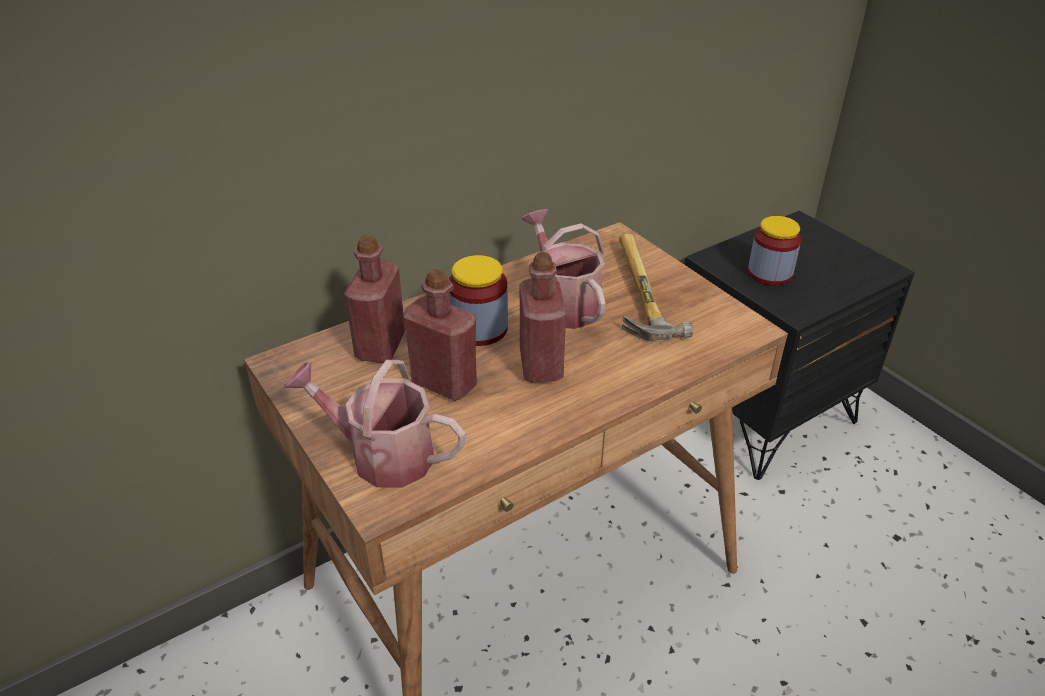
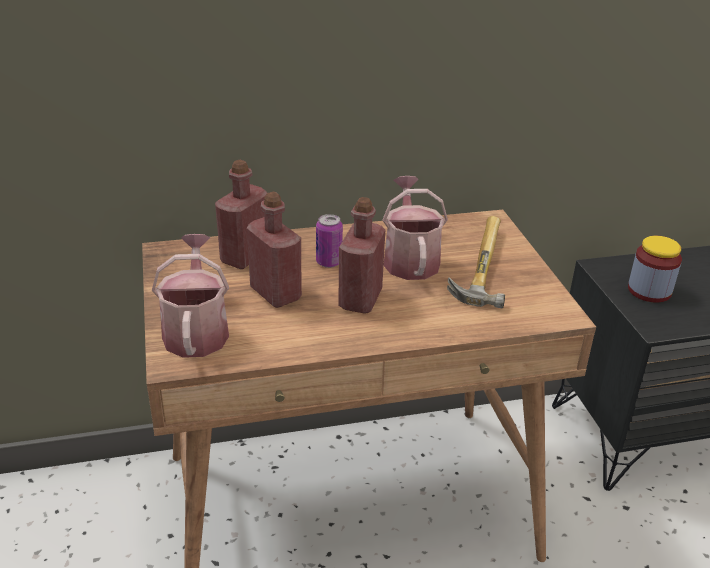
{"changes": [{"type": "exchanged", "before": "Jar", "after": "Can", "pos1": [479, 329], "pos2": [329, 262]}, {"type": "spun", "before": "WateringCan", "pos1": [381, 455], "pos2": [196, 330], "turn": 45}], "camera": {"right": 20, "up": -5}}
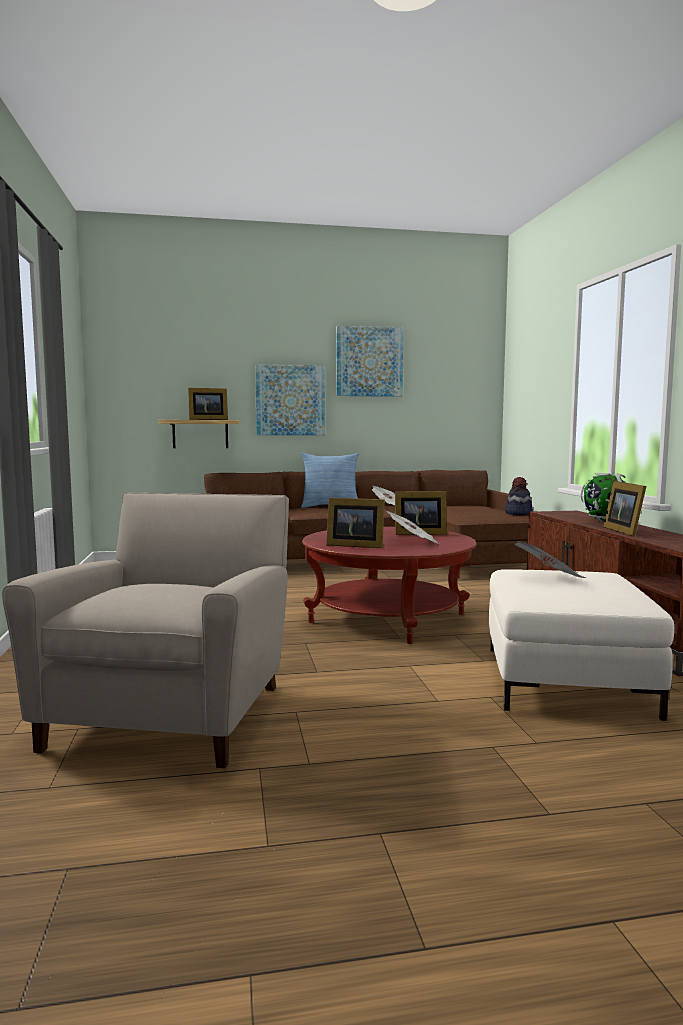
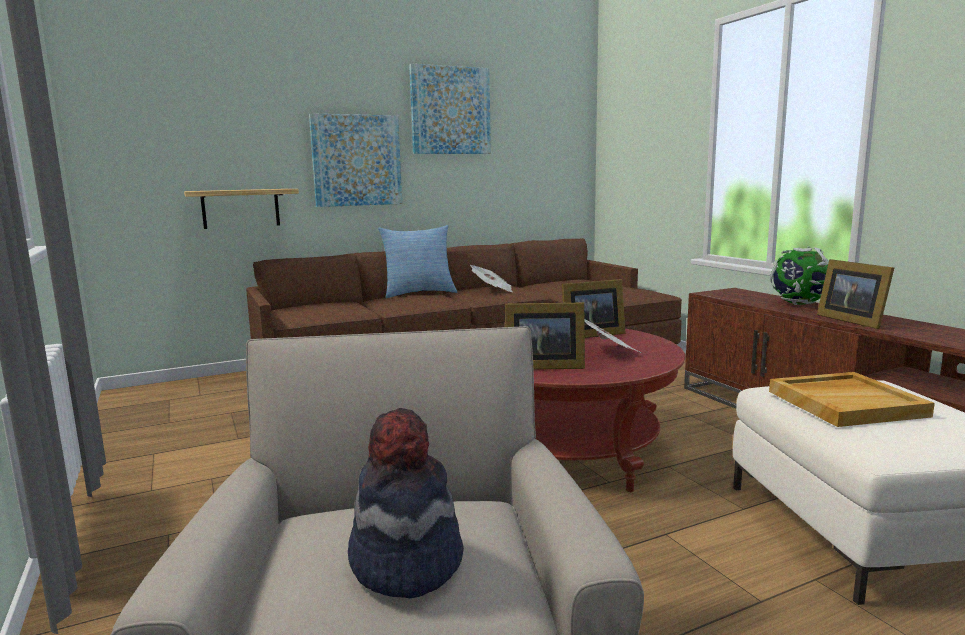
{"changes": [{"type": "missing", "before": "PictureFrame", "pos1": [207, 419]}, {"type": "relocated", "before": "Hat", "pos1": [518, 514], "pos2": [405, 562]}, {"type": "exchanged", "before": "Newspaper", "after": "BeigeTray", "pos1": [549, 578], "pos2": [845, 403]}], "camera": {"right": -15, "up": 5}}
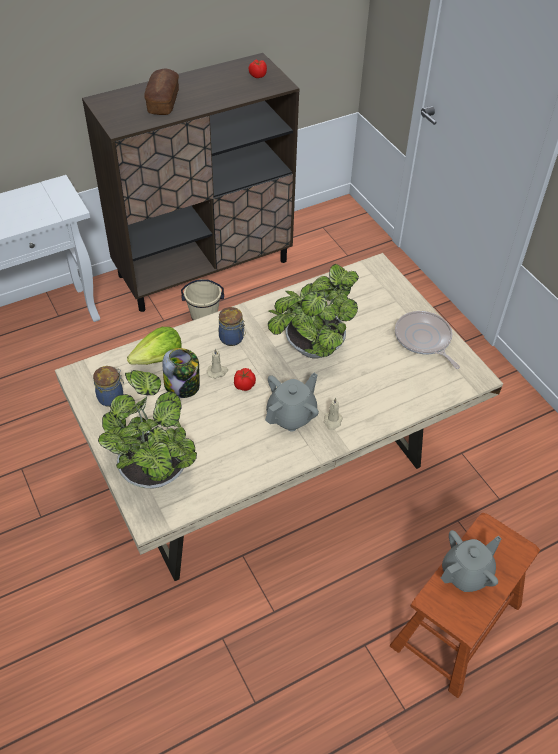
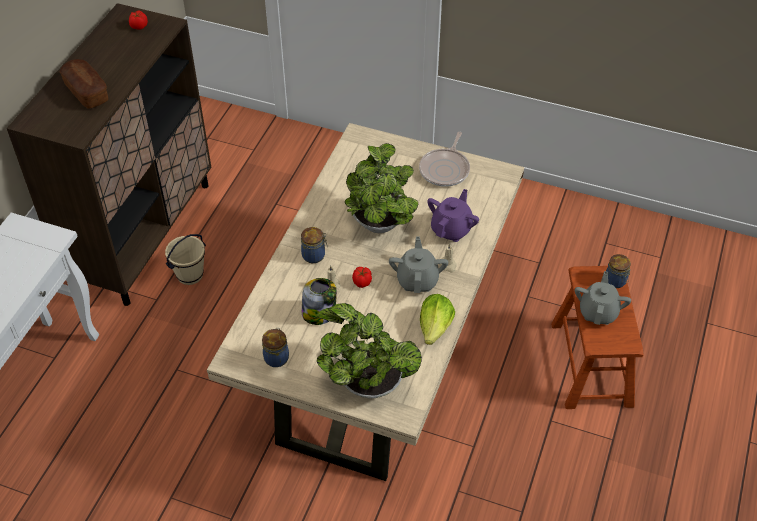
{"changes": [{"type": "spun", "before": "FryingPan", "pos1": [424, 339], "pos2": [445, 169], "turn": -90}, {"type": "relocated", "before": "Lettuce", "pos1": [158, 359], "pos2": [435, 327]}, {"type": "appeared", "after": "PurpleTeapot", "pos2": [451, 229]}, {"type": "appeared", "after": "Jar", "pos2": [615, 281]}], "camera": {"right": -40, "up": 0}}
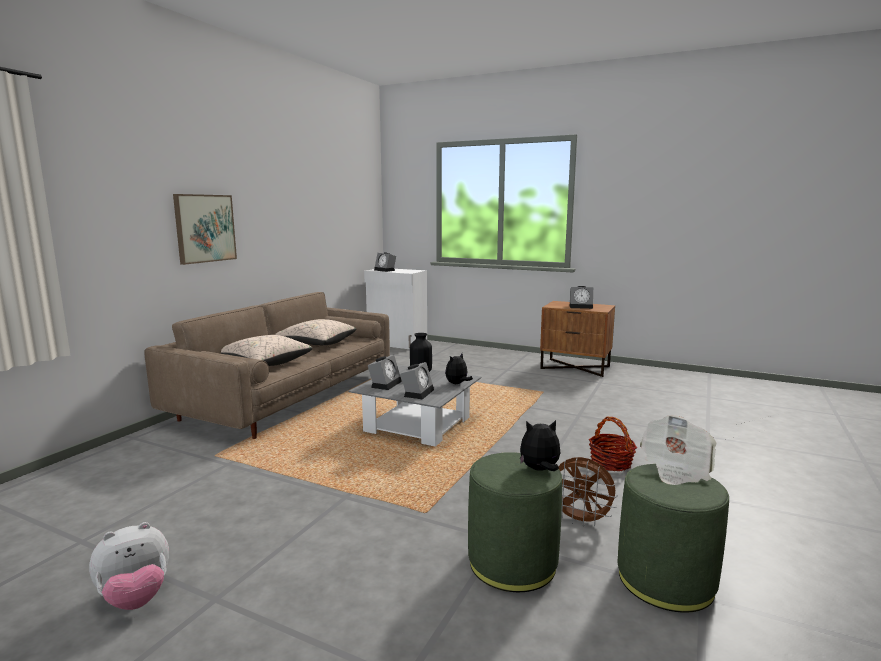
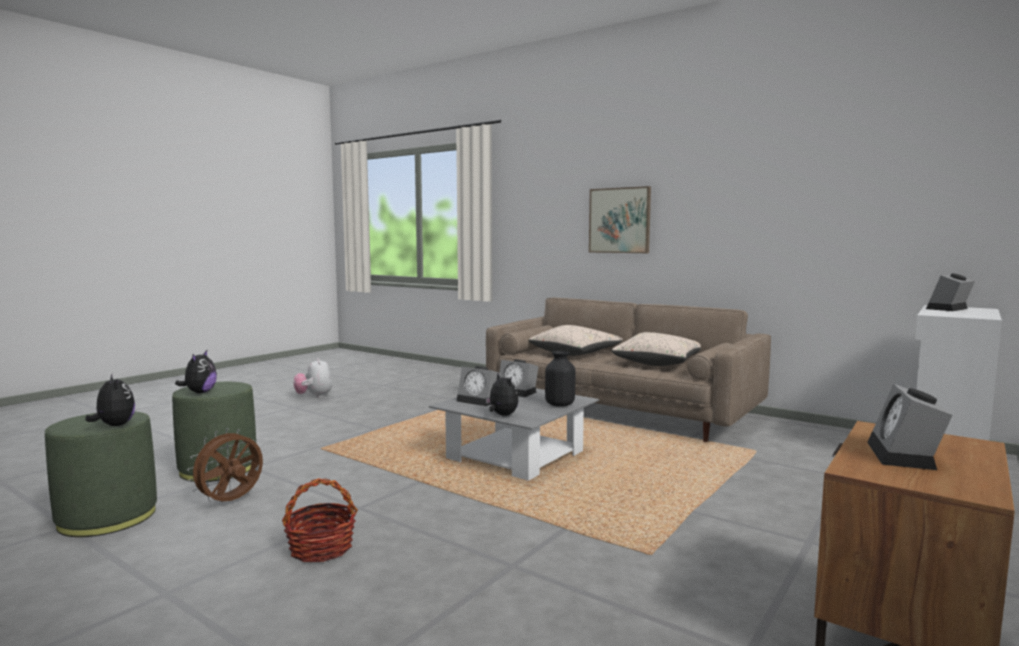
{"changes": [{"type": "exchanged", "before": "Newspaper", "after": "PlushToy", "pos1": [675, 468], "pos2": [114, 425]}], "camera": {"right": 100, "up": -5}}
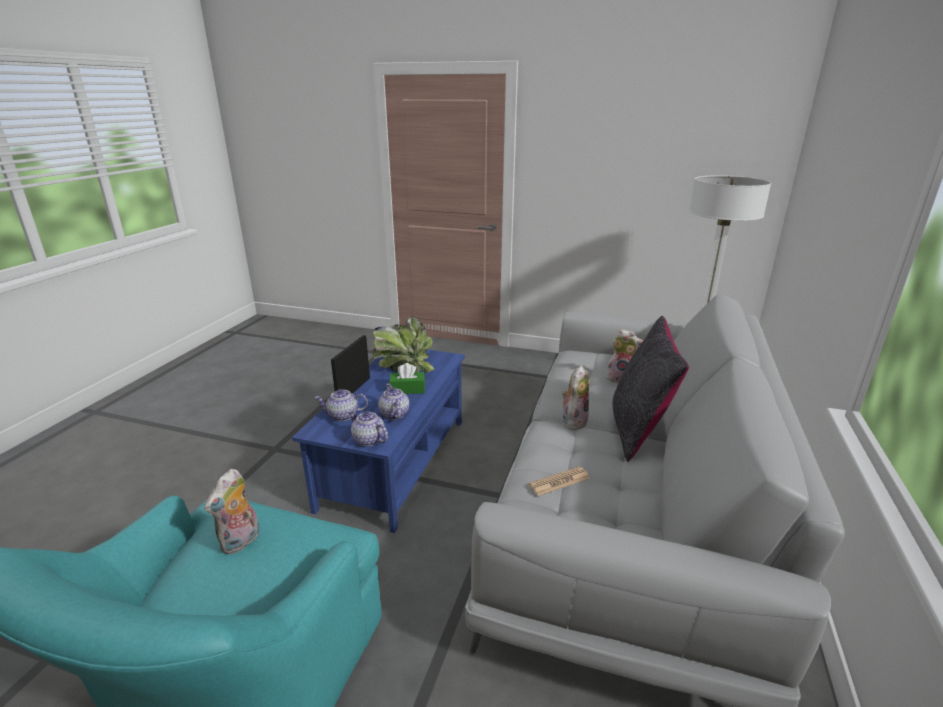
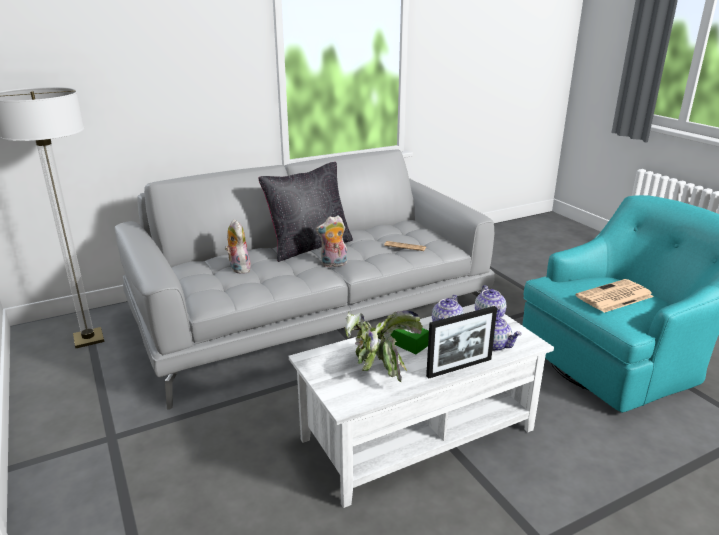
{"changes": [{"type": "colour", "before": "BlueCoffeeTable", "after": "WhiteCoffeeTable", "pos1": [395, 463], "pos2": [418, 434]}, {"type": "exchanged", "before": "PlushToy", "after": "Newspaper", "pos1": [241, 542], "pos2": [614, 297]}], "camera": {"right": -135, "up": 0}}
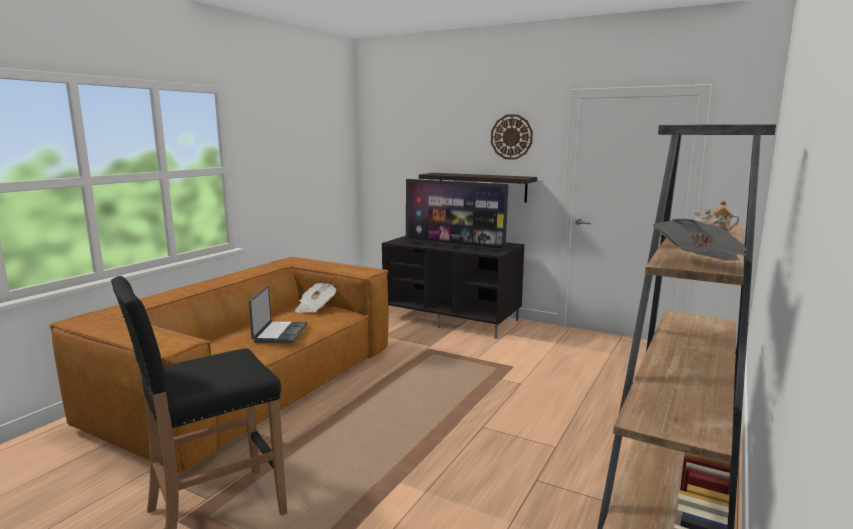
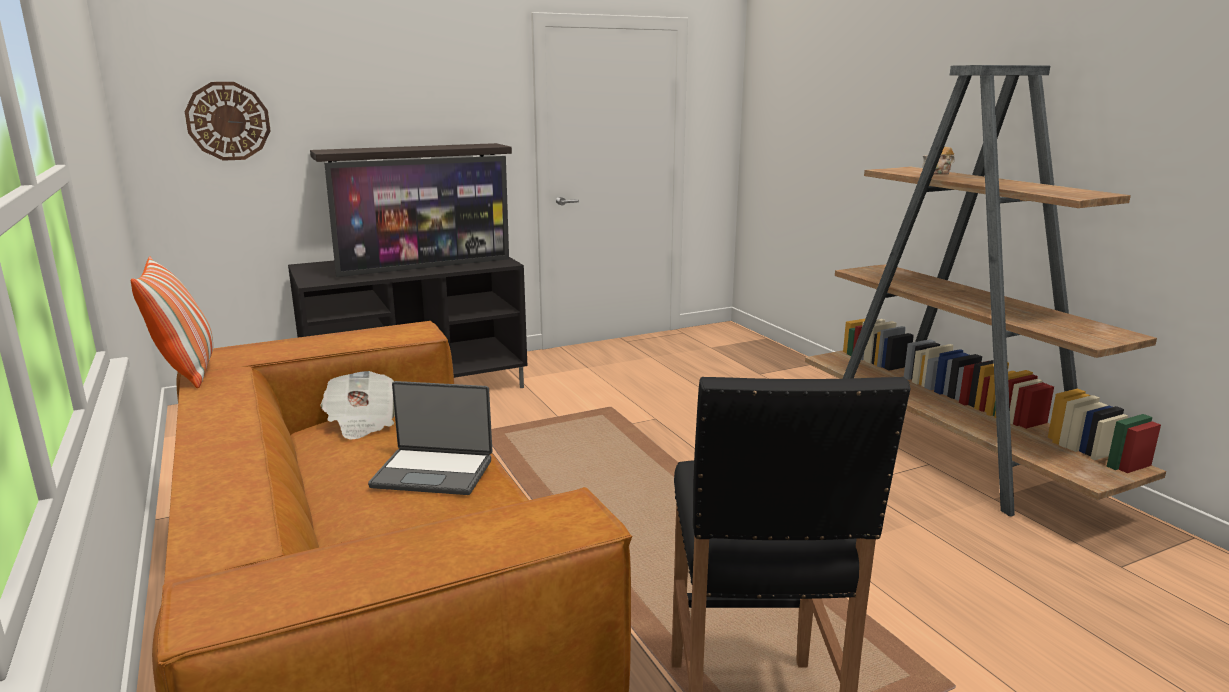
{"changes": [{"type": "relocated", "before": "WallClock", "pos1": [511, 137], "pos2": [228, 121]}, {"type": "missing", "before": "Newspaper", "pos1": [700, 265]}, {"type": "spun", "before": "Laptop", "pos1": [279, 333], "pos2": [434, 472], "turn": 150}, {"type": "appeared", "after": "Pillow", "pos2": [187, 371]}], "camera": {"right": -55, "up": 5}}
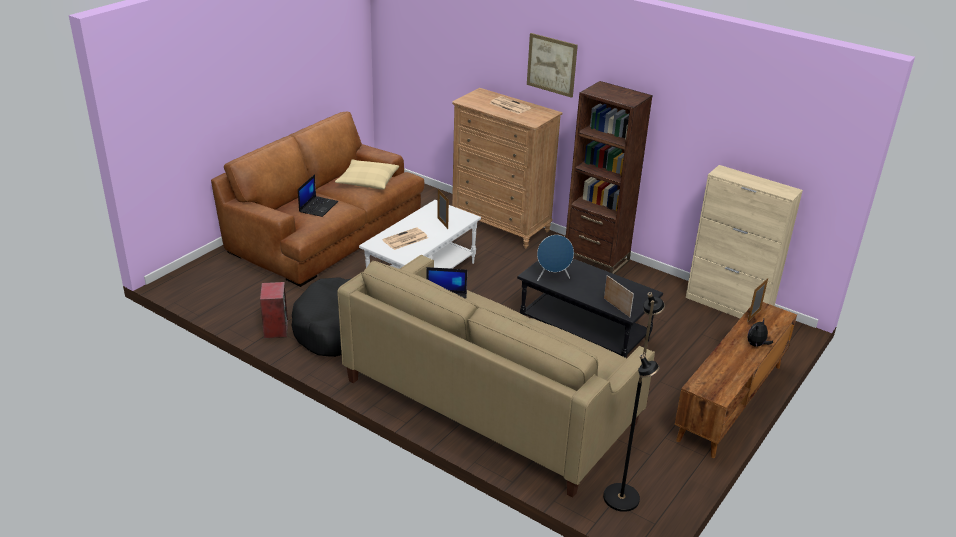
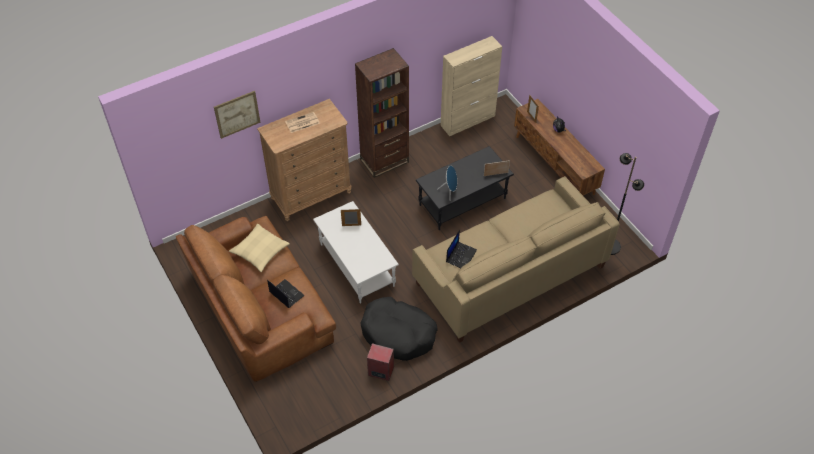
{"changes": [{"type": "relocated", "before": "Picture", "pos1": [551, 65], "pos2": [237, 114]}, {"type": "missing", "before": "Newspaper", "pos1": [405, 239]}], "camera": {"right": -65, "up": 20}}
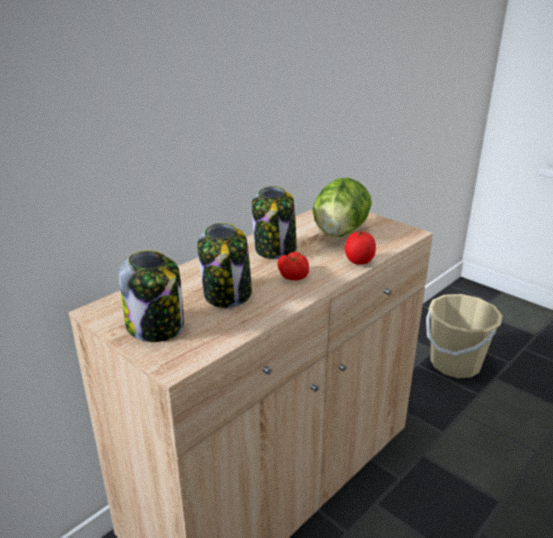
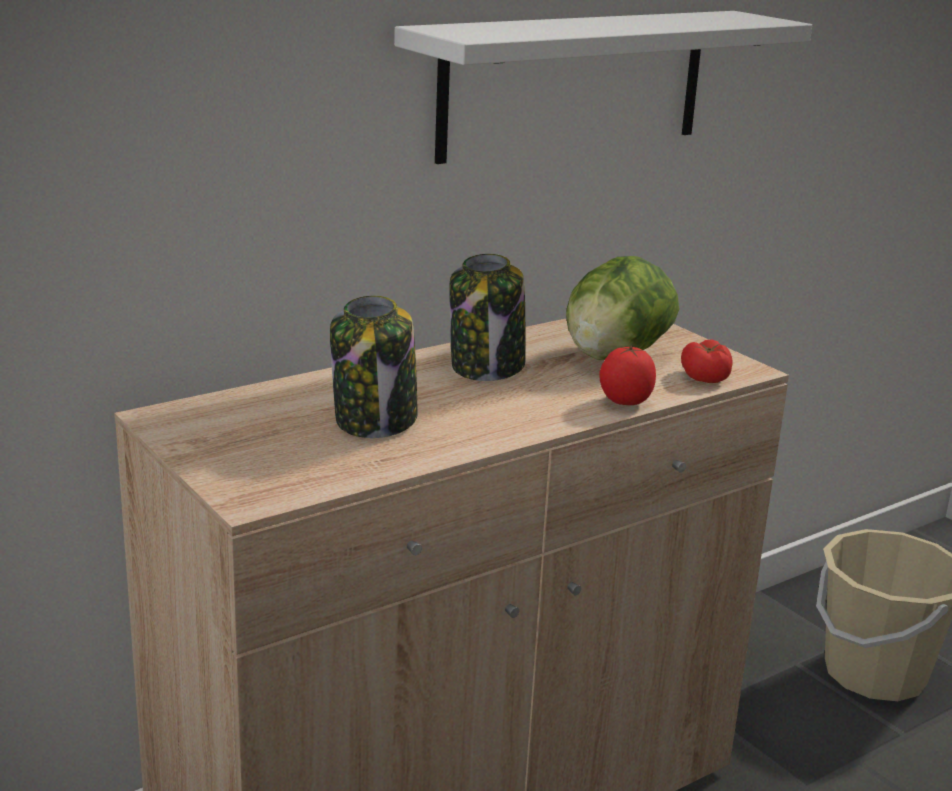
{"changes": [{"type": "missing", "before": "Jar", "pos1": [156, 327]}, {"type": "relocated", "before": "Tomato", "pos1": [293, 275], "pos2": [705, 376]}, {"type": "appeared", "after": "WhiteShelf", "pos2": [575, 83]}], "camera": {"right": 10, "up": -5}}
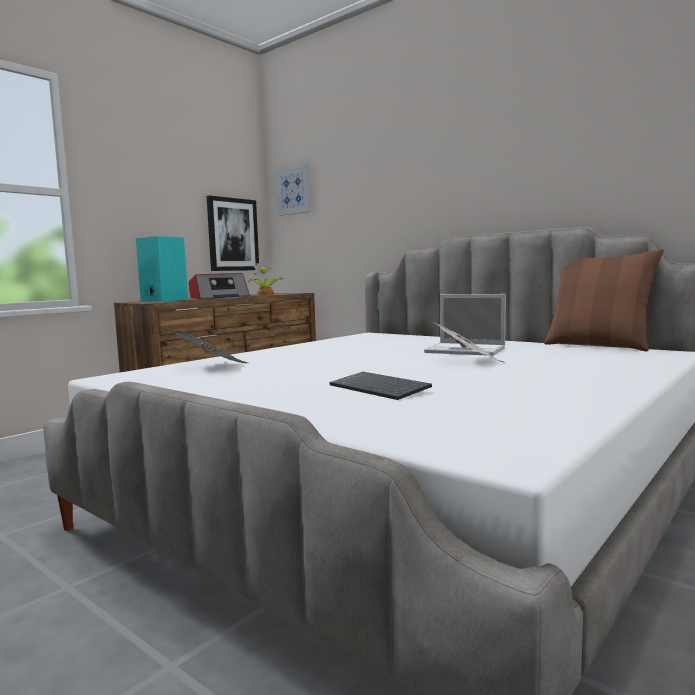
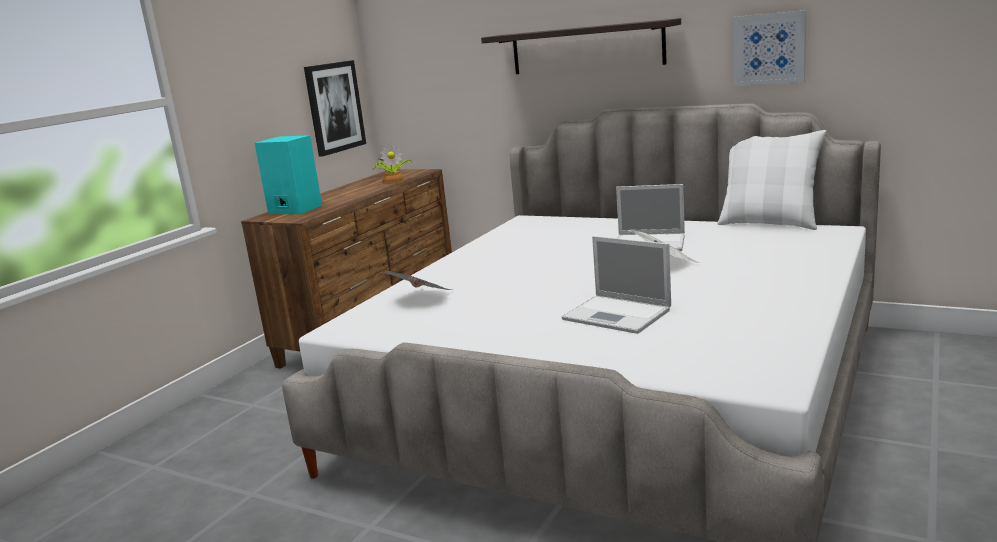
{"changes": [{"type": "relocated", "before": "Picture", "pos1": [294, 190], "pos2": [769, 49]}, {"type": "colour", "before": "BrownPillow", "after": "WhitePillow", "pos1": [598, 346], "pos2": [769, 223]}, {"type": "missing", "before": "Radio", "pos1": [218, 297]}, {"type": "exchanged", "before": "Keyboard", "after": "Laptop", "pos1": [381, 388], "pos2": [618, 315]}, {"type": "appeared", "after": "Shelf", "pos2": [586, 48]}], "camera": {"right": -10, "up": 10}}
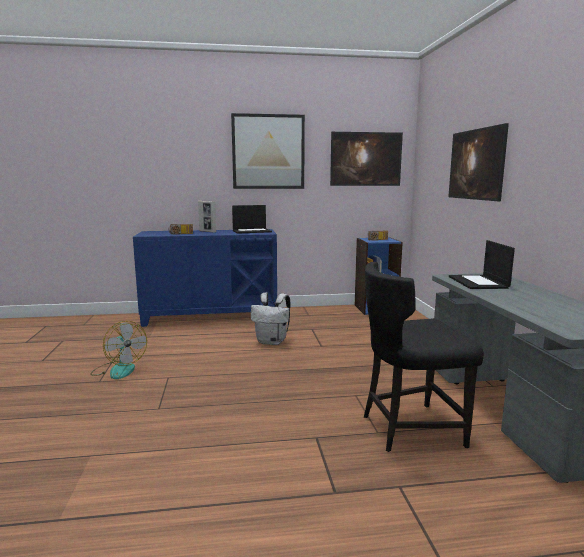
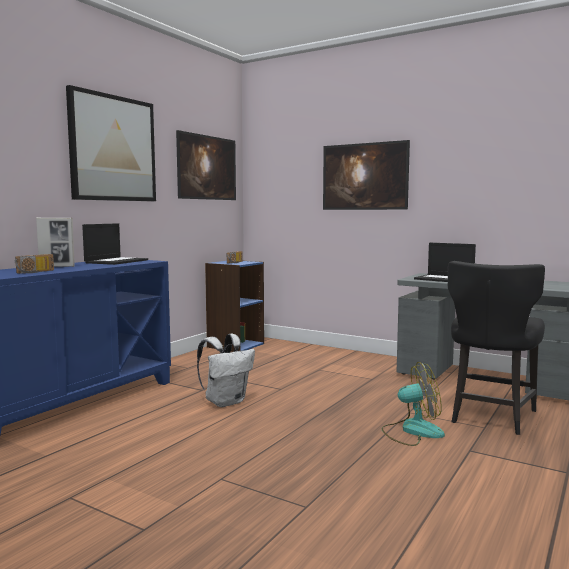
{"changes": [{"type": "relocated", "before": "Fan", "pos1": [119, 369], "pos2": [412, 431]}], "camera": {"right": -50, "up": -5}}
